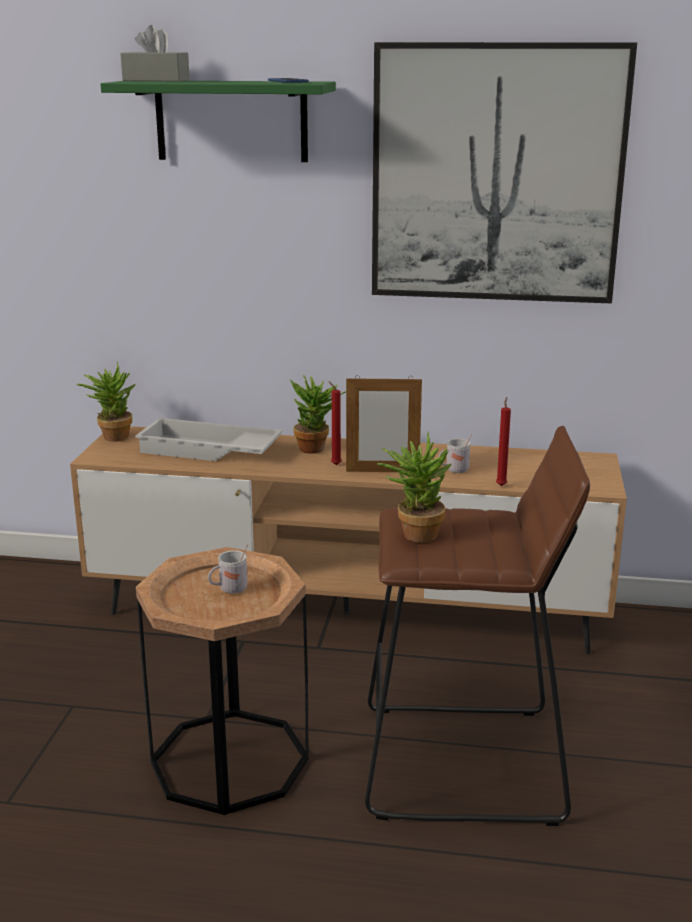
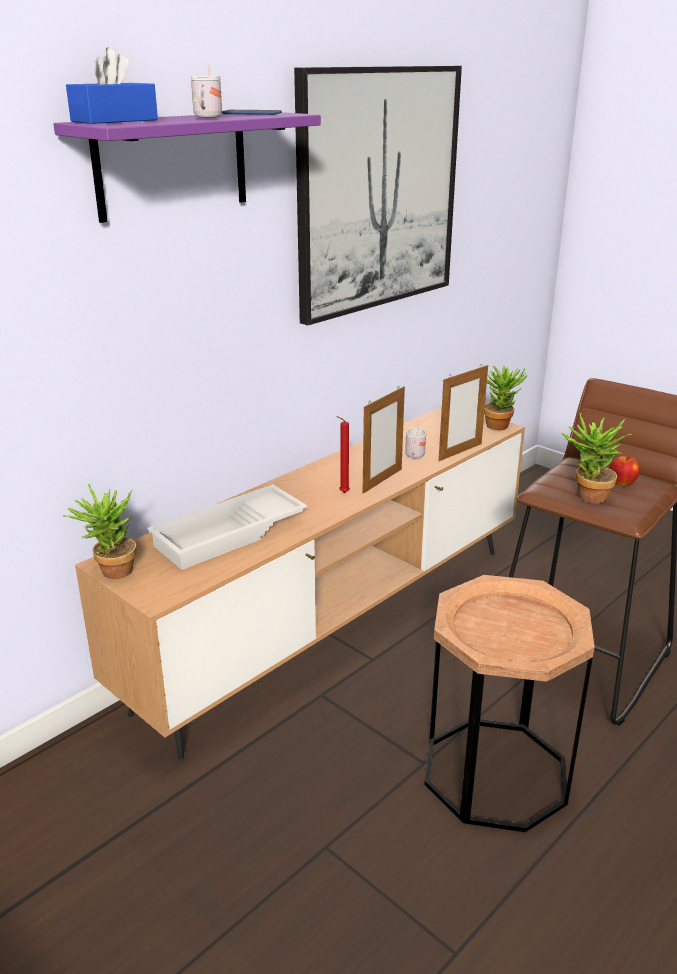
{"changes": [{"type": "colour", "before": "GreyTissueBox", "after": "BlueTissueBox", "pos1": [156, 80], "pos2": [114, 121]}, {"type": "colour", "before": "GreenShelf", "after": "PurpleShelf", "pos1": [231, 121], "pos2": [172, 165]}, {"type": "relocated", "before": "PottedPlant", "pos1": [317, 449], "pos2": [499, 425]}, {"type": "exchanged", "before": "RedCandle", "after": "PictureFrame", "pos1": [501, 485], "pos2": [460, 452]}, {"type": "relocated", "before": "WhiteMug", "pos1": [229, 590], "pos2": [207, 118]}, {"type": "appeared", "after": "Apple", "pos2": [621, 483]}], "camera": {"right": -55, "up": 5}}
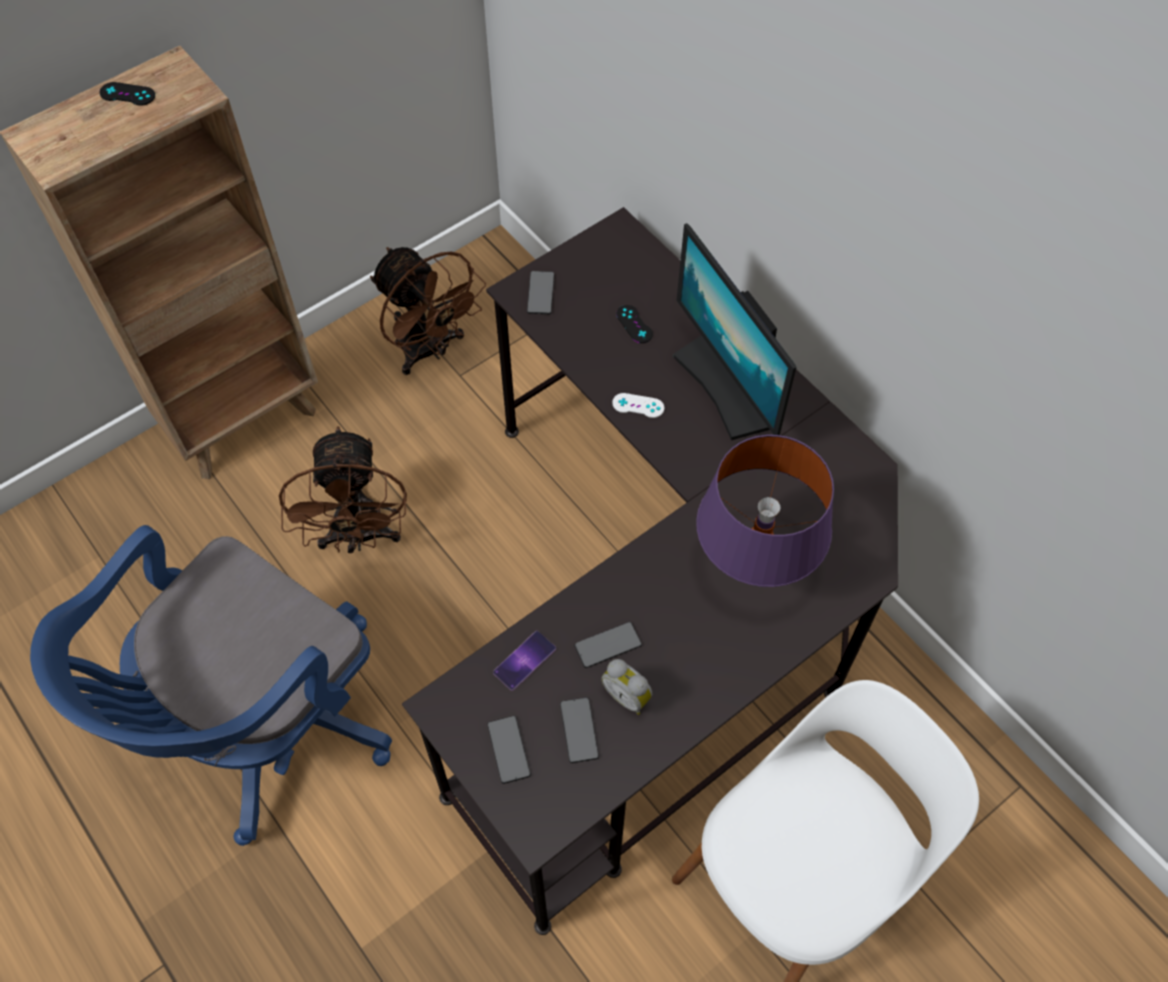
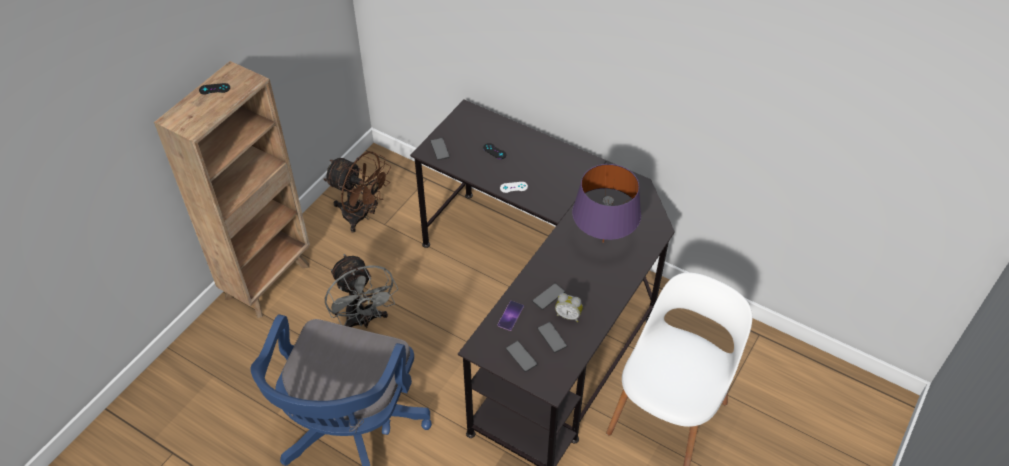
{"changes": [{"type": "missing", "before": "Monitor", "pos1": [726, 386]}, {"type": "colour", "before": "BrownFan", "after": "GreyFan", "pos1": [359, 537], "pos2": [363, 321]}], "camera": {"right": -20, "up": -10}}
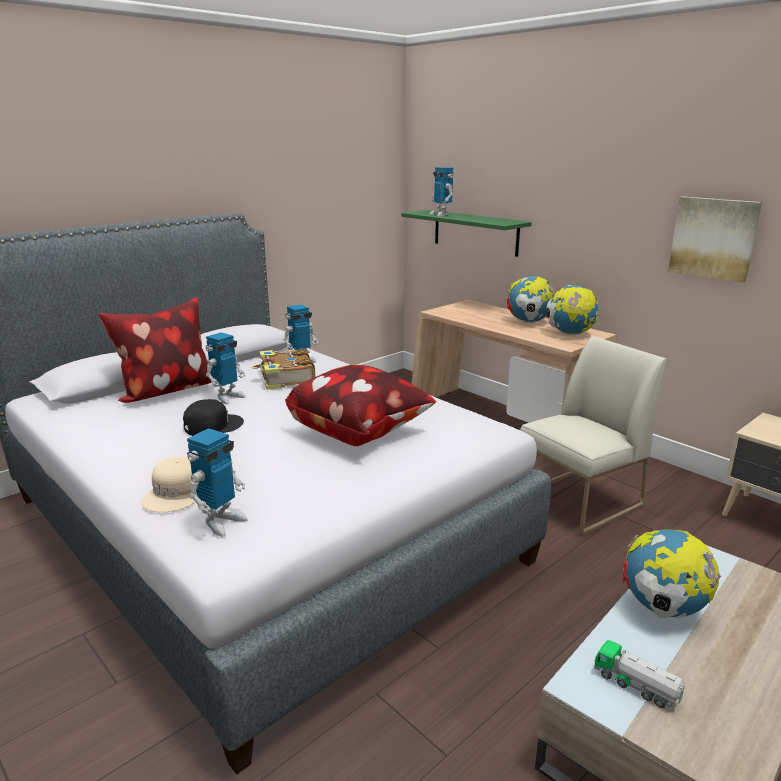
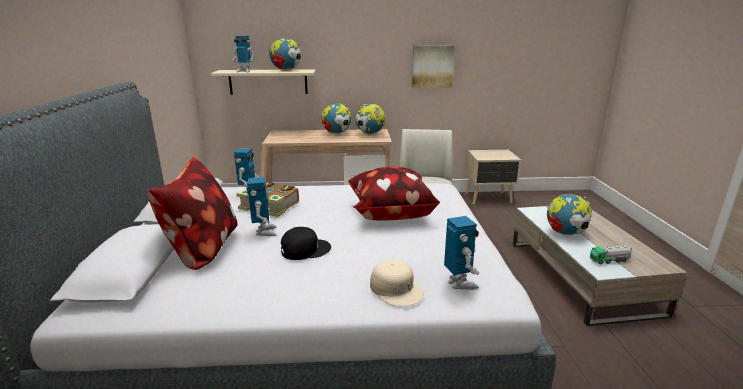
{"changes": [{"type": "colour", "before": "GreenShelf", "after": "BeigeShelf", "pos1": [475, 232], "pos2": [268, 82]}, {"type": "spun", "before": "BlackCap", "pos1": [212, 425], "pos2": [305, 249], "turn": 60}, {"type": "appeared", "after": "Globe", "pos2": [286, 70]}], "camera": {"right": -50, "up": 0}}
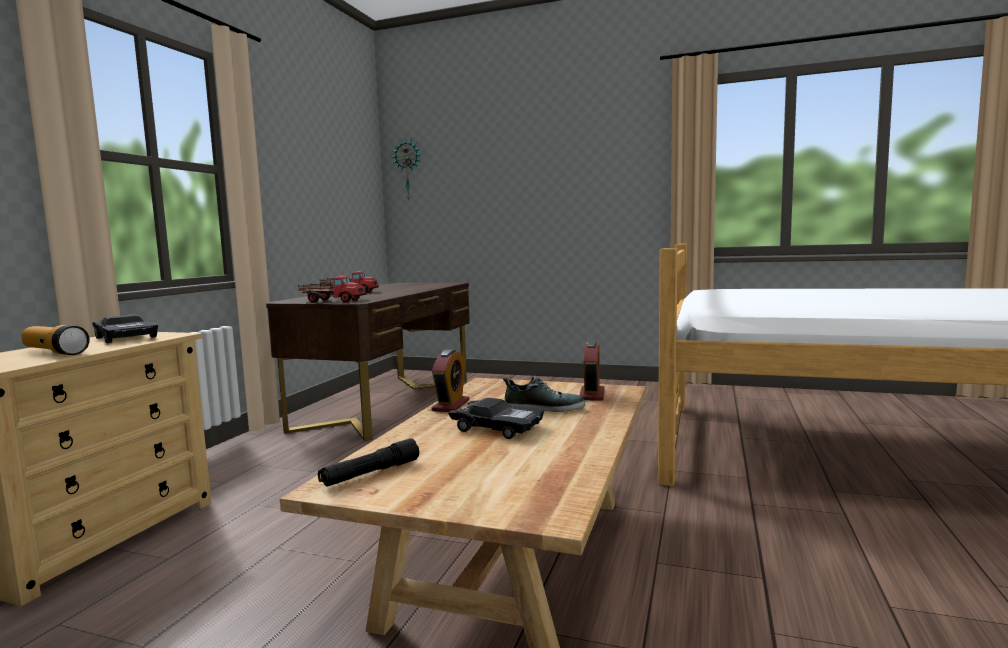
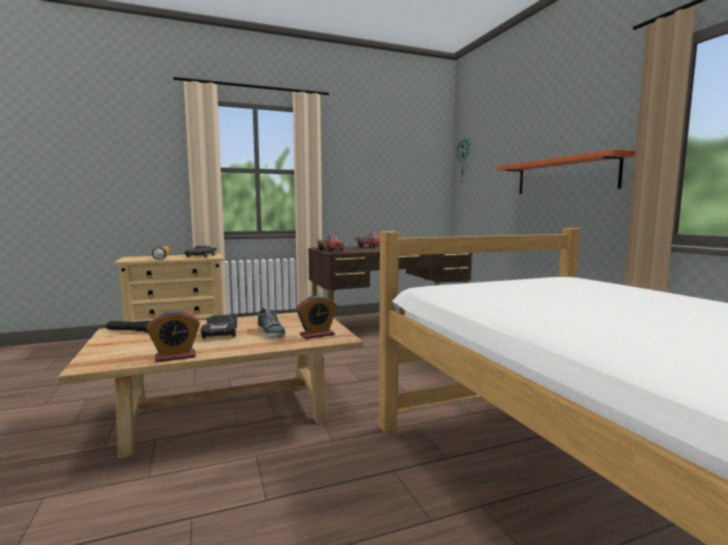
{"changes": [{"type": "relocated", "before": "AlarmClock", "pos1": [451, 405], "pos2": [175, 357]}, {"type": "appeared", "after": "OrangeShelf", "pos2": [564, 176]}], "camera": {"right": 50, "up": 0}}
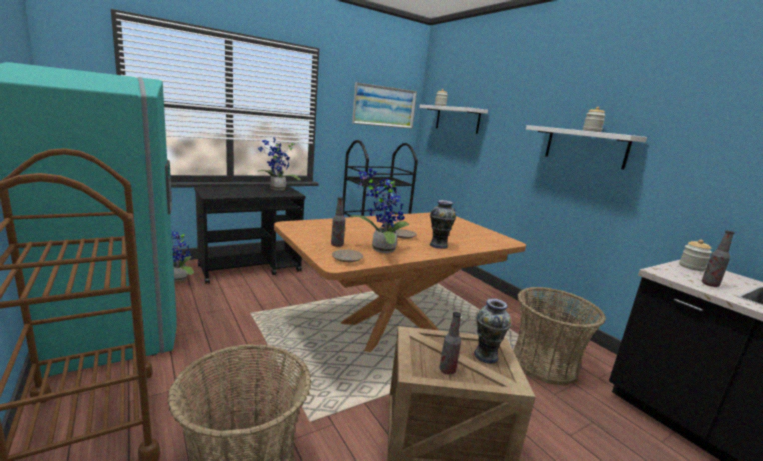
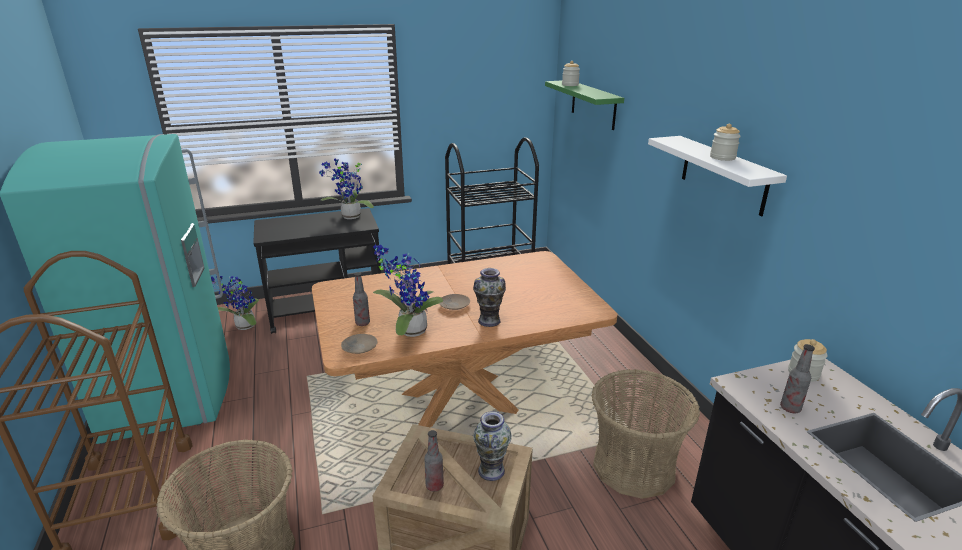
{"changes": [{"type": "missing", "before": "Picture", "pos1": [384, 106]}, {"type": "colour", "before": "WhiteShelf", "after": "GreenShelf", "pos1": [457, 119], "pos2": [593, 104]}], "camera": {"right": 15, "up": 10}}
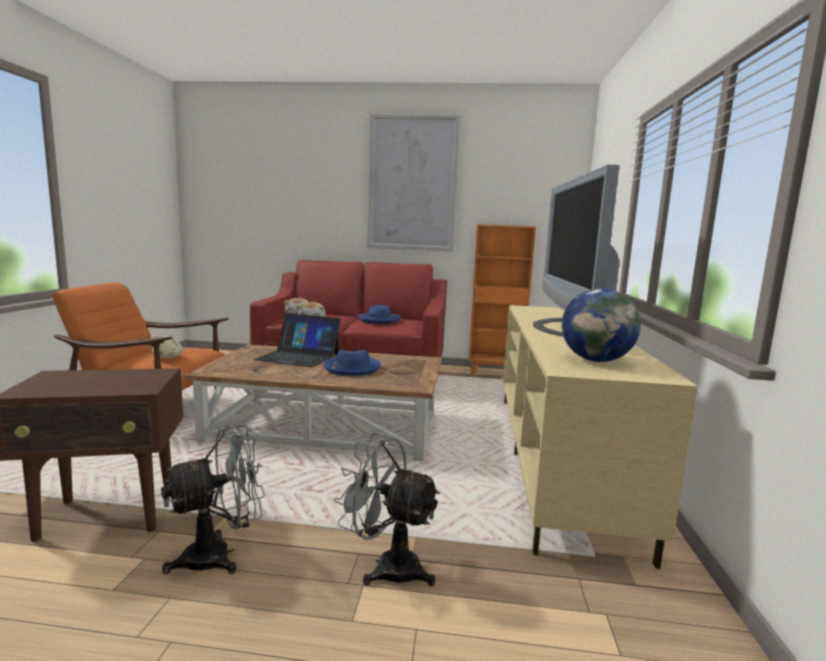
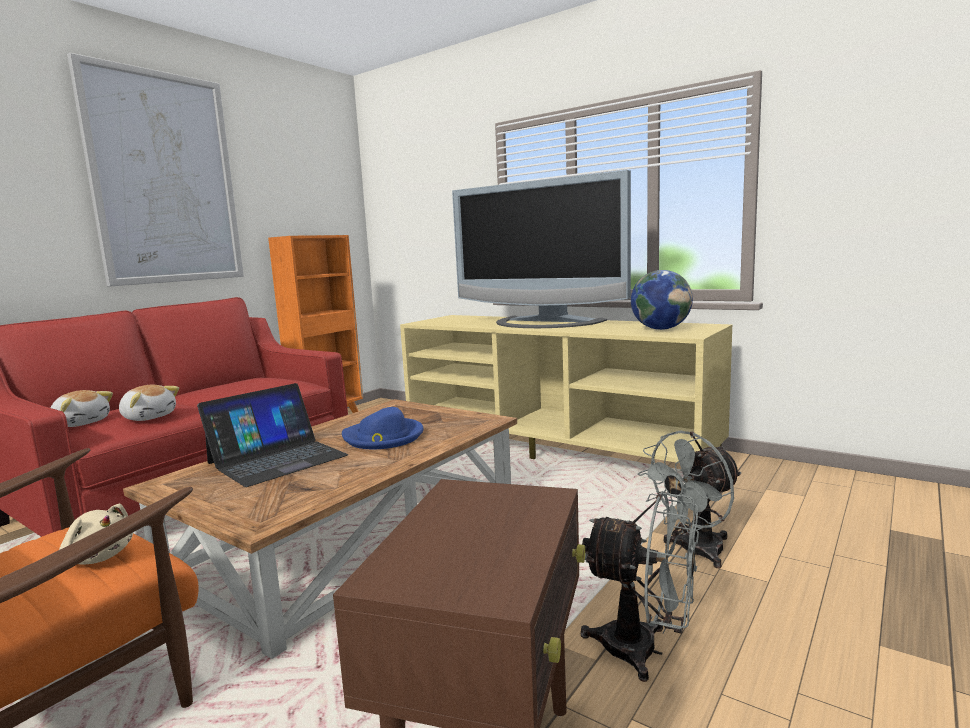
{"changes": [{"type": "missing", "before": "BlueHat", "pos1": [379, 320]}, {"type": "spun", "before": "GreyFan", "pos1": [219, 555], "pos2": [644, 650], "turn": 120}], "camera": {"right": -60, "up": 0}}
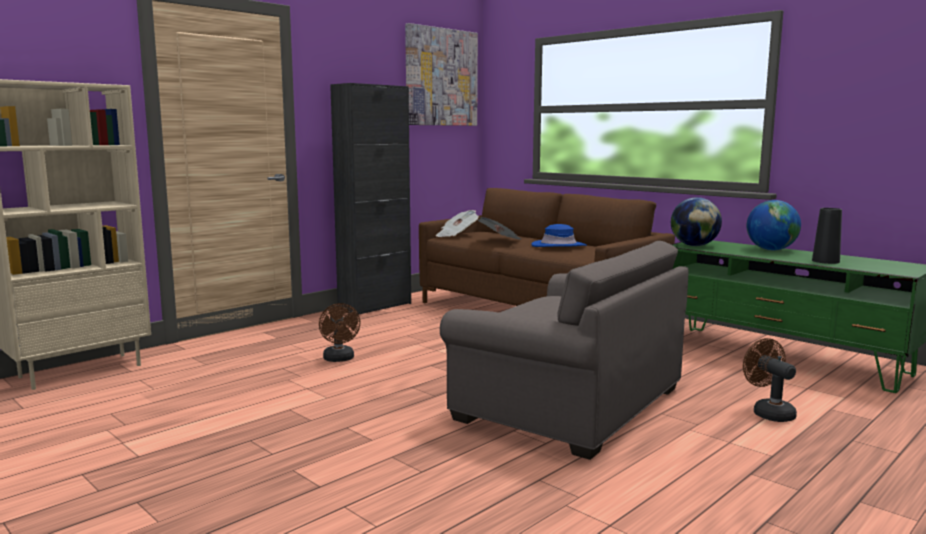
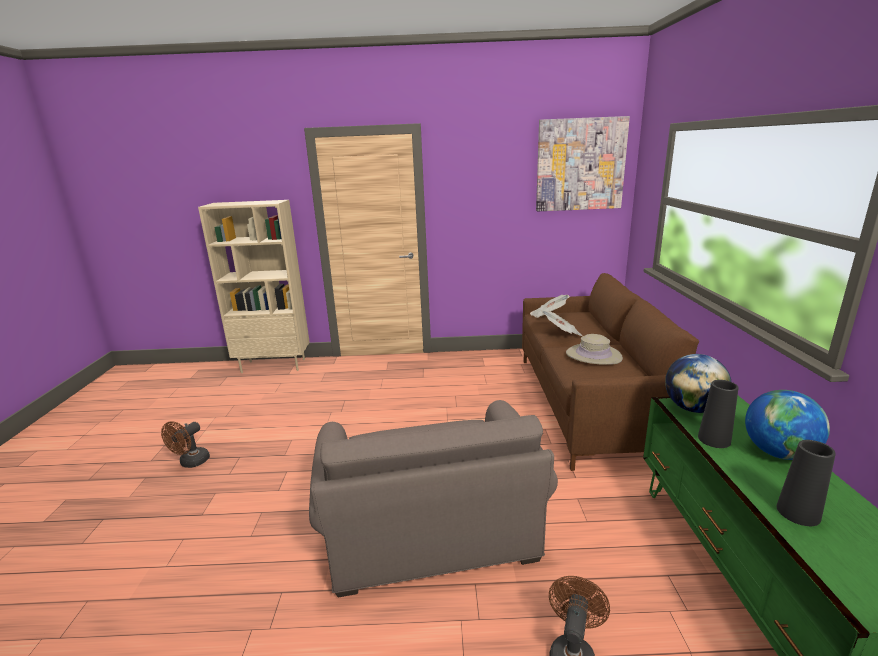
{"changes": [{"type": "missing", "before": "BlackCabinet", "pos1": [375, 307]}, {"type": "colour", "before": "BlueHat", "after": "BeigeHat", "pos1": [558, 246], "pos2": [593, 356]}, {"type": "relocated", "before": "BrownFan", "pos1": [339, 359], "pos2": [191, 463]}, {"type": "appeared", "after": "BlackVase", "pos2": [714, 439]}], "camera": {"right": 45, "up": 10}}
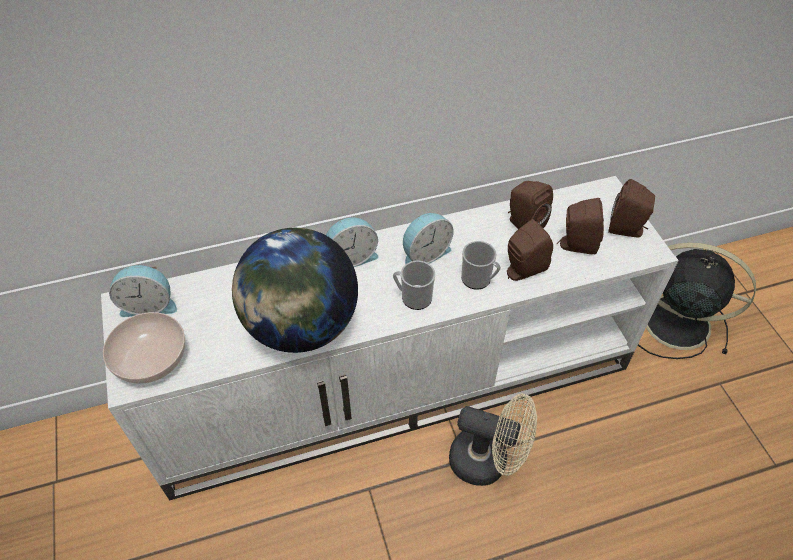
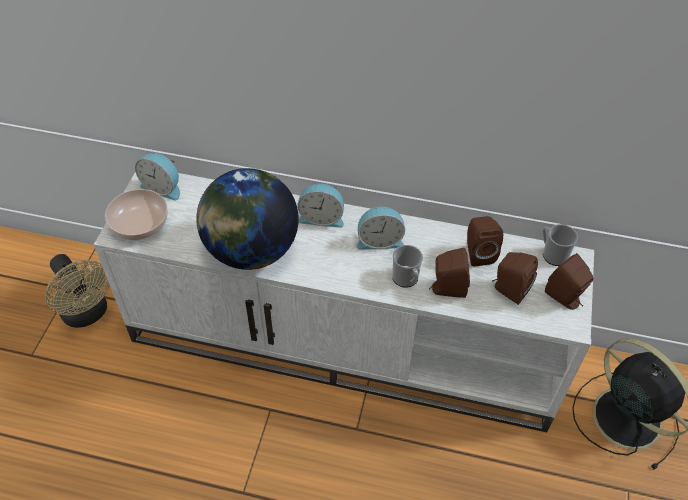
{"changes": [{"type": "relocated", "before": "Mug", "pos1": [413, 297], "pos2": [552, 254]}, {"type": "relocated", "before": "BeigeFan", "pos1": [488, 461], "pos2": [88, 314]}], "camera": {"right": 30, "up": 0}}
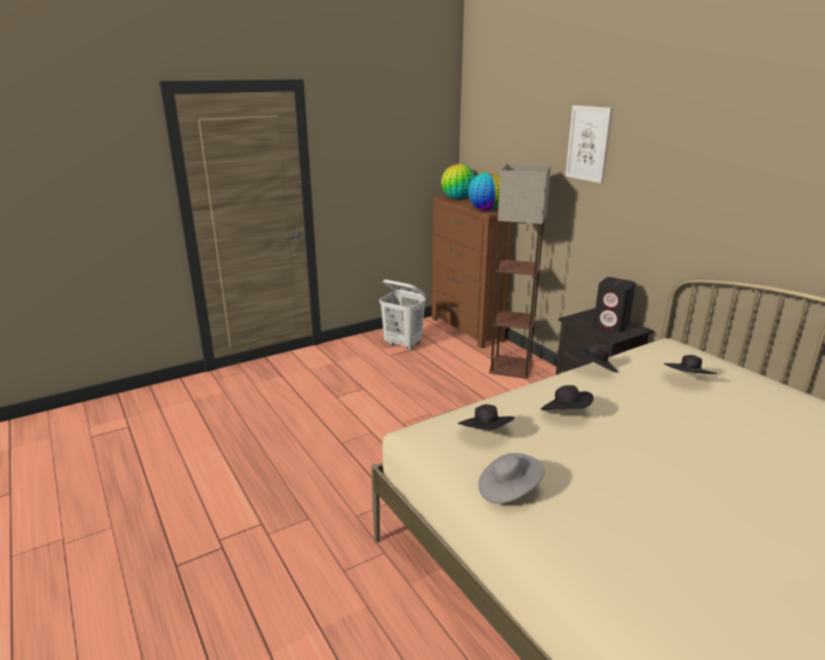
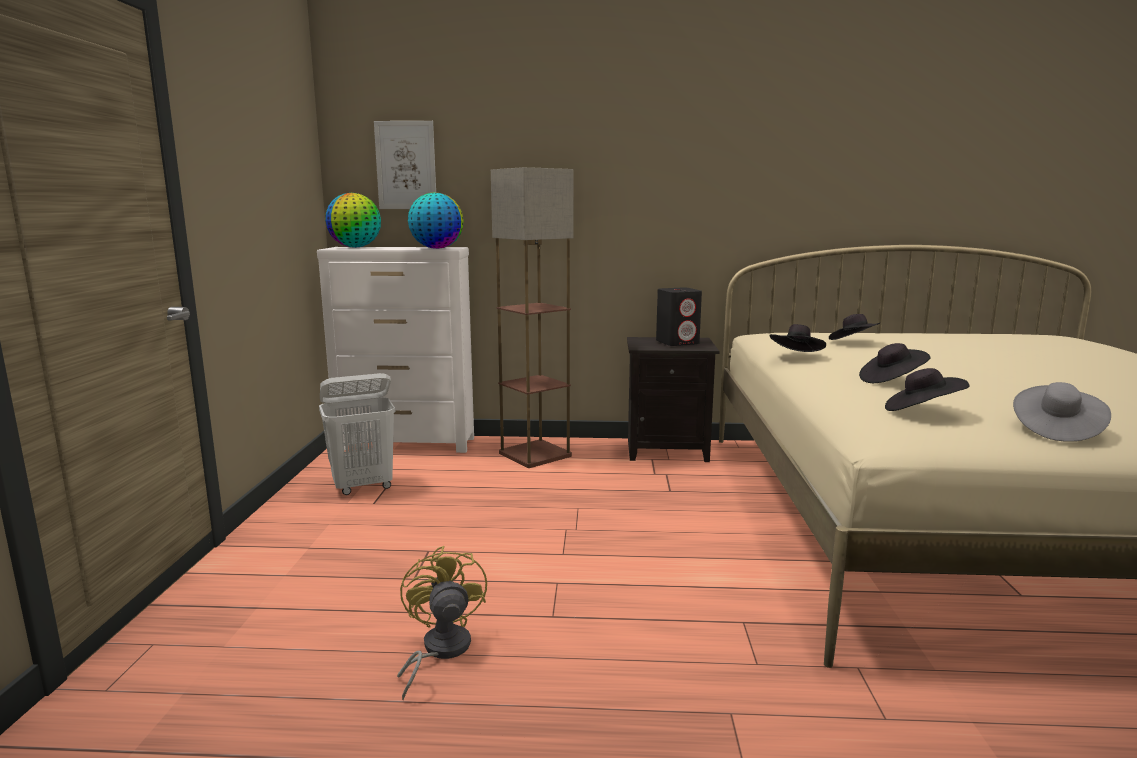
{"changes": [{"type": "relocated", "before": "Picture", "pos1": [588, 143], "pos2": [406, 165]}, {"type": "colour", "before": "BrownDresser", "after": "WhiteDresser", "pos1": [466, 330], "pos2": [407, 444]}, {"type": "appeared", "after": "YellowFan", "pos2": [439, 651]}], "camera": {"right": -55, "up": -10}}
